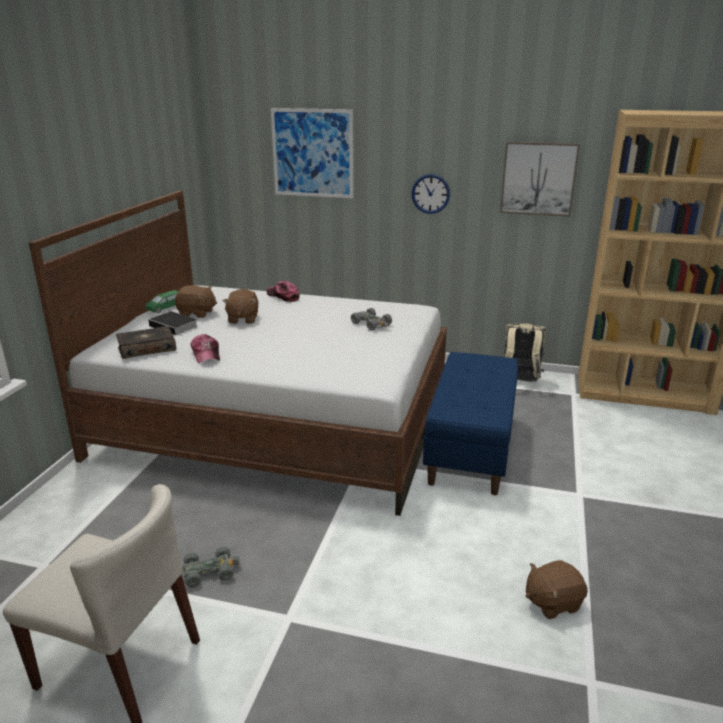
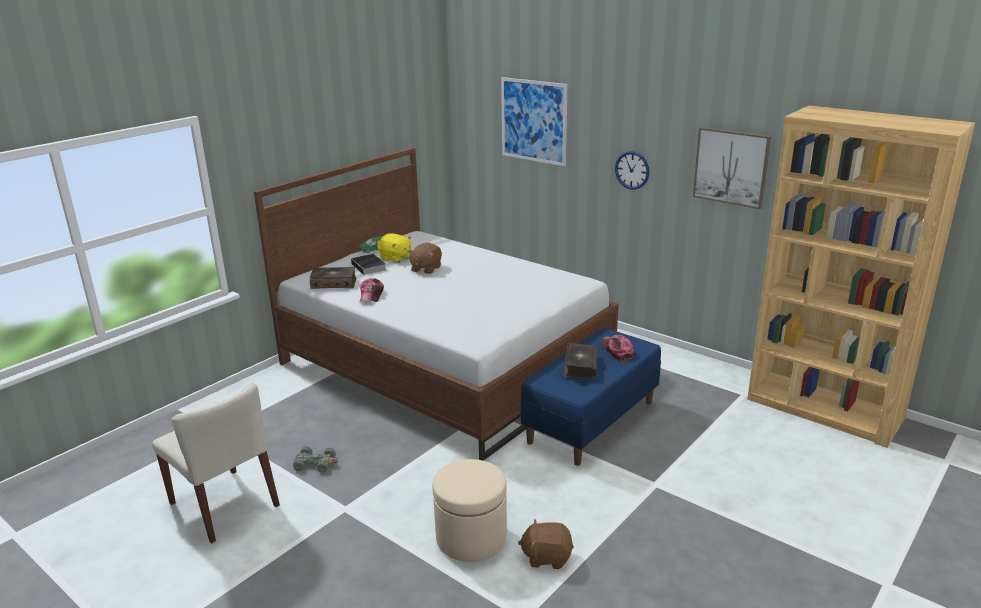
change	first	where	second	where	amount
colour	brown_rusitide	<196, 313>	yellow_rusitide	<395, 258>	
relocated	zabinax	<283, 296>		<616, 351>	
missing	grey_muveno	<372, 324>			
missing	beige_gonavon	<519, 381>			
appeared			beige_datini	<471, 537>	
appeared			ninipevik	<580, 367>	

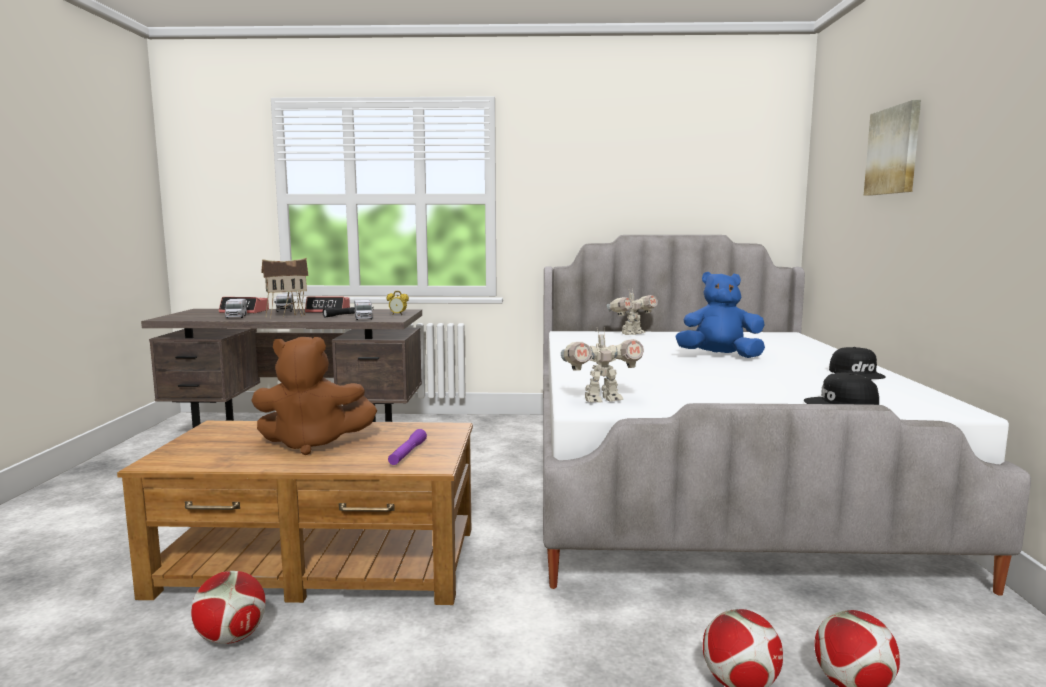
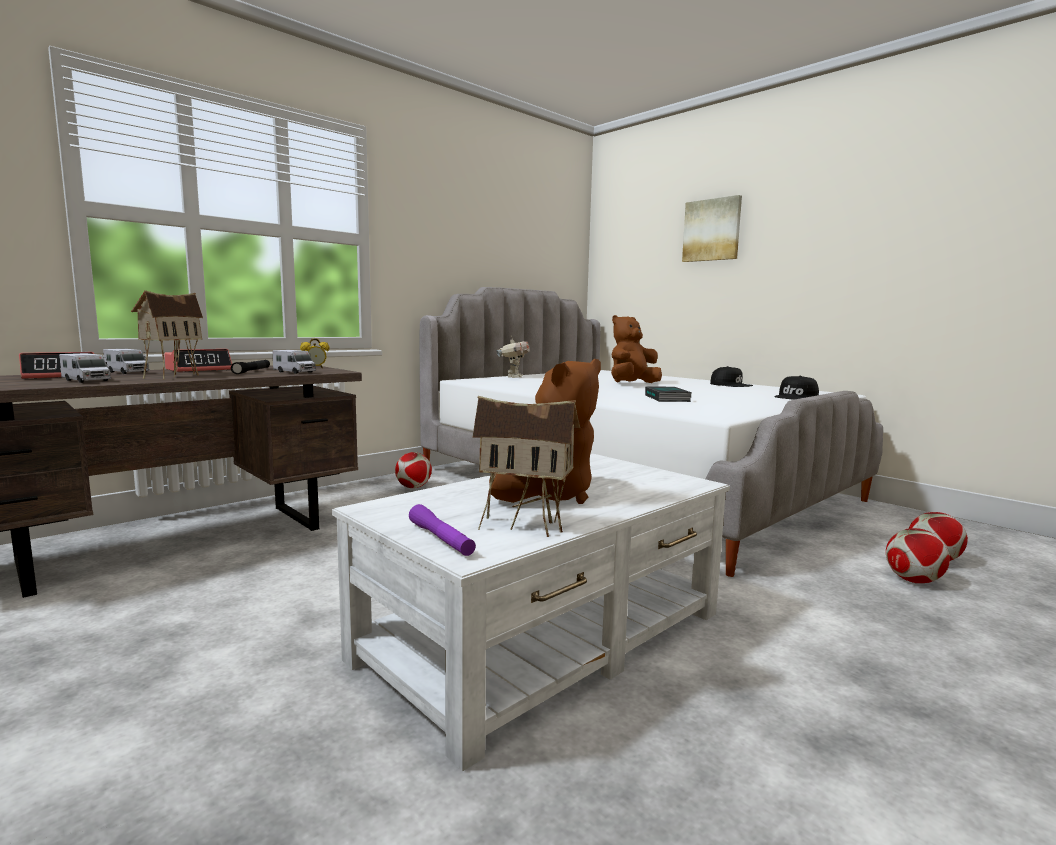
change	first	where	second	where	amount
colour	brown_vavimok	<321, 561>	white_vavimok	<547, 635>	
relocated	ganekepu	<231, 638>		<413, 487>	
relocated	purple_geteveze	<407, 453>		<441, 539>	
missing	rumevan	<601, 400>			
colour	blue_rusitide	<719, 356>	brown_rusitide	<632, 384>	
appeared			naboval	<525, 525>	
appeared			ninipevik	<668, 398>	

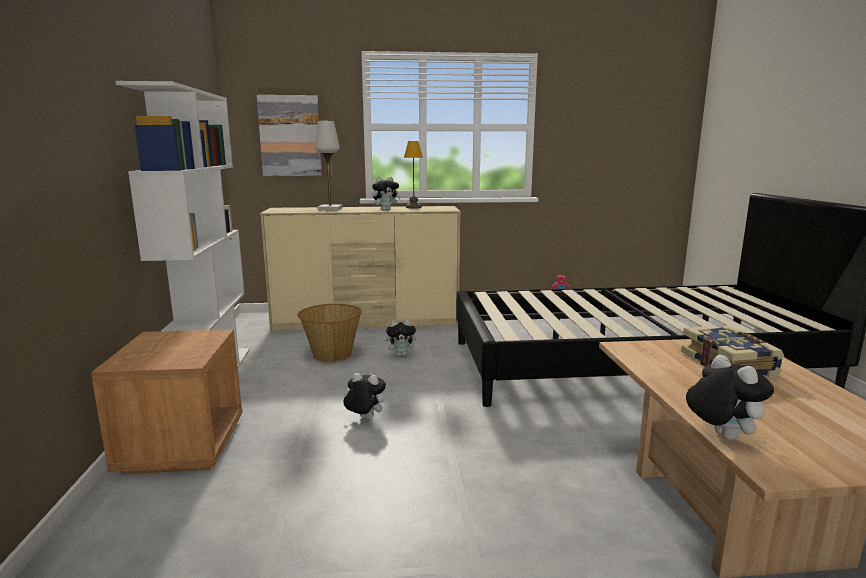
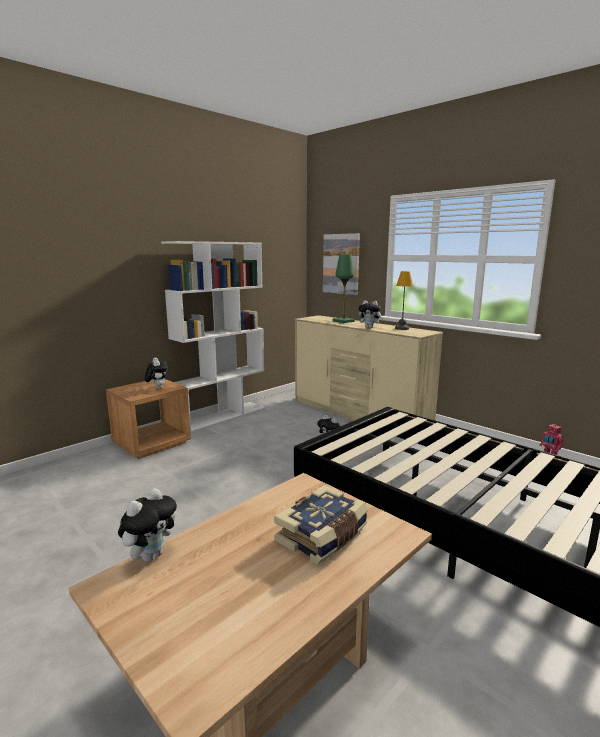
change	first	where	second	where	amount
missing	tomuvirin	<331, 354>			
colour	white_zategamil	<330, 209>	green_zategamil	<343, 321>	
relocated	rusitide	<364, 418>		<157, 388>	

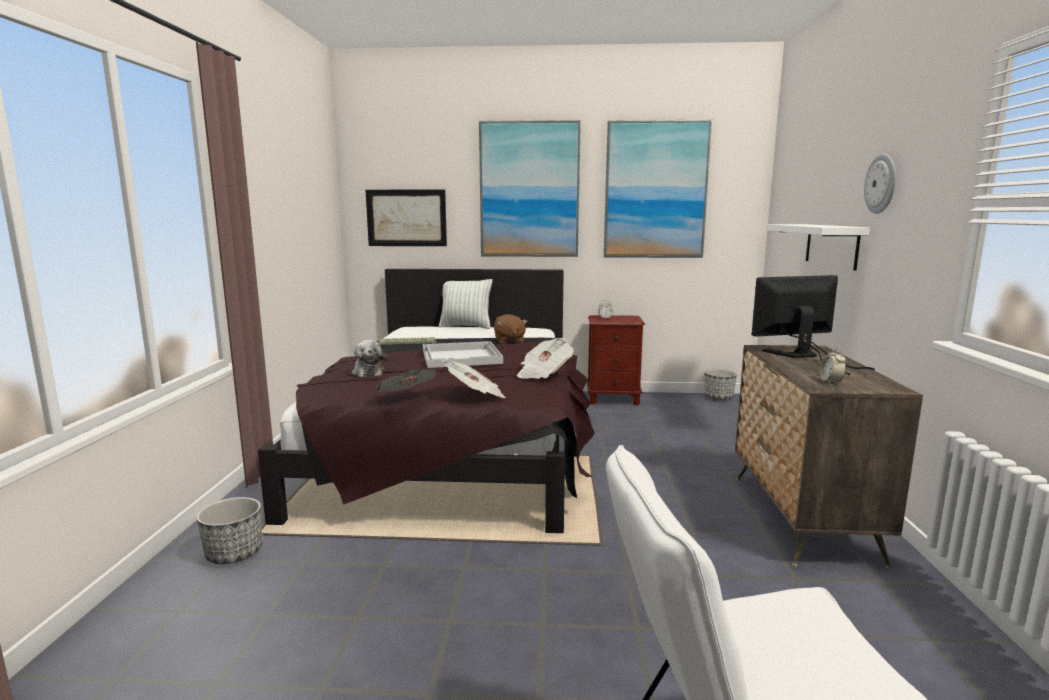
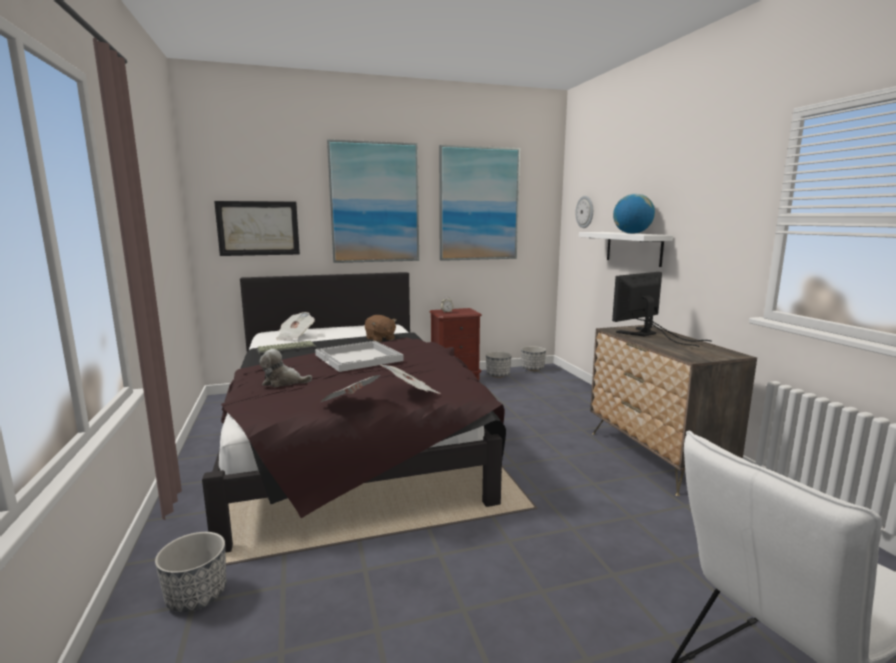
change	first	where	second	where	amount
spun	rusitide	<368, 372>		<283, 382>	135 degrees clockwise
missing	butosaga	<466, 326>			
relocated	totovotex	<543, 374>		<295, 336>	
missing	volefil	<830, 382>			
relocated	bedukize	<881, 184>		<585, 212>	
appeared			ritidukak	<498, 375>	
appeared			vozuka	<632, 233>	

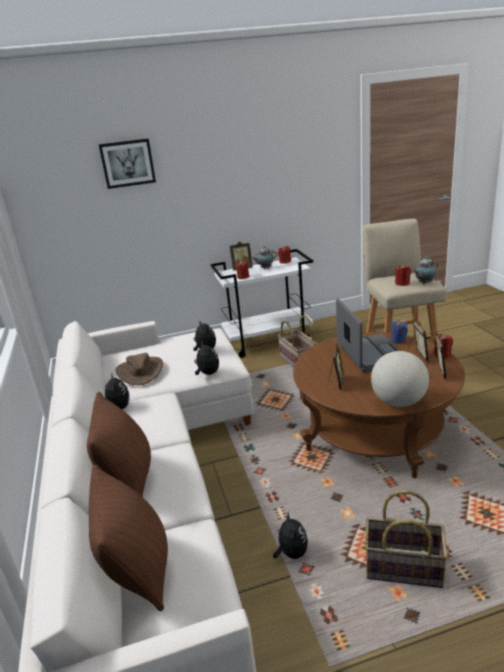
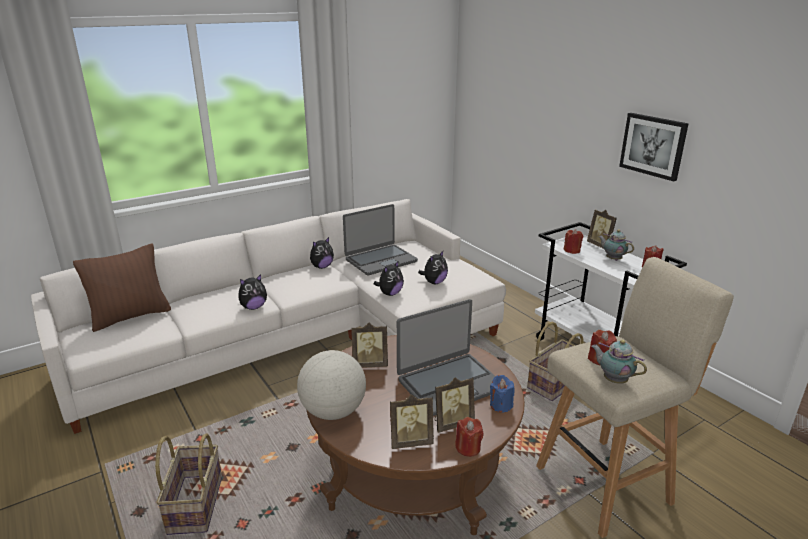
change	first	where	second	where	amount
missing	brown_butosaga	<128, 479>			
relocated	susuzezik	<127, 163>		<653, 145>	
exchanged	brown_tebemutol	<140, 371>	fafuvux	<380, 260>	
relocated	rusitide	<291, 553>		<253, 307>	

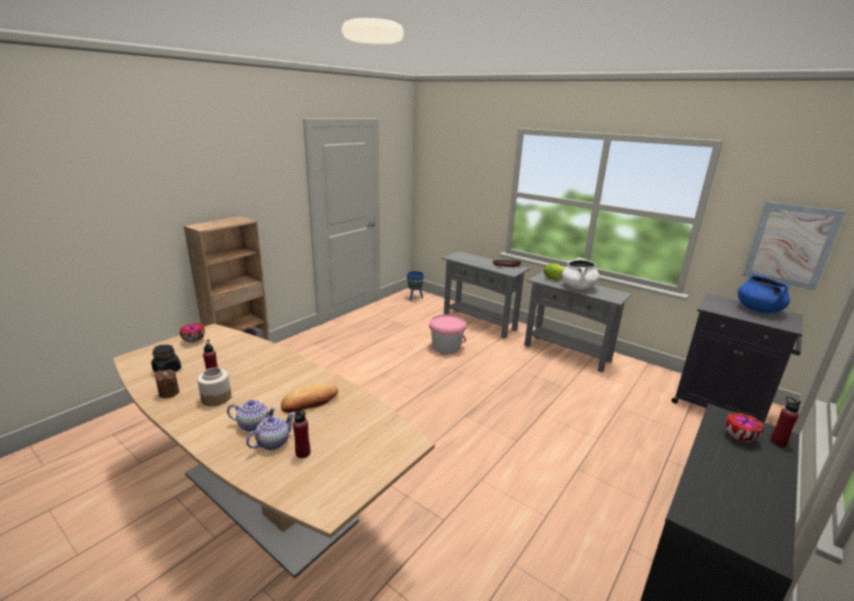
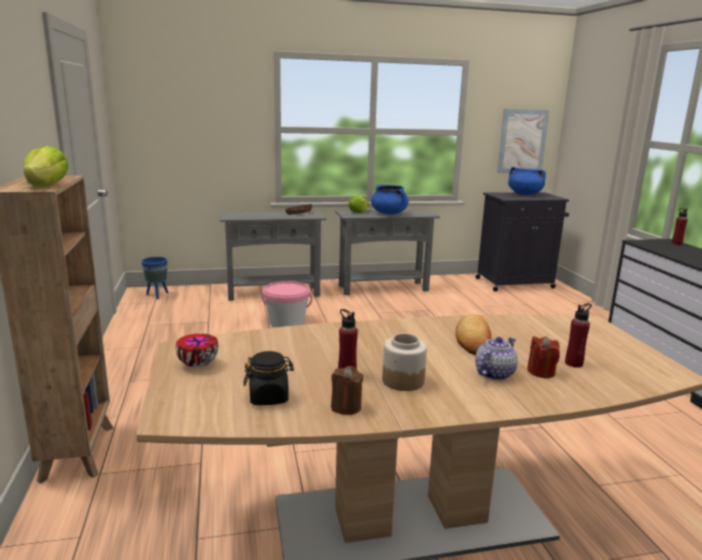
change	first	where	second	where	amount
exchanged	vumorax	<273, 442>	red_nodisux	<541, 372>	
colour	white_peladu	<578, 287>	blue_peladu	<389, 213>	
missing	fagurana	<738, 437>			
appeared			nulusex	<47, 185>	

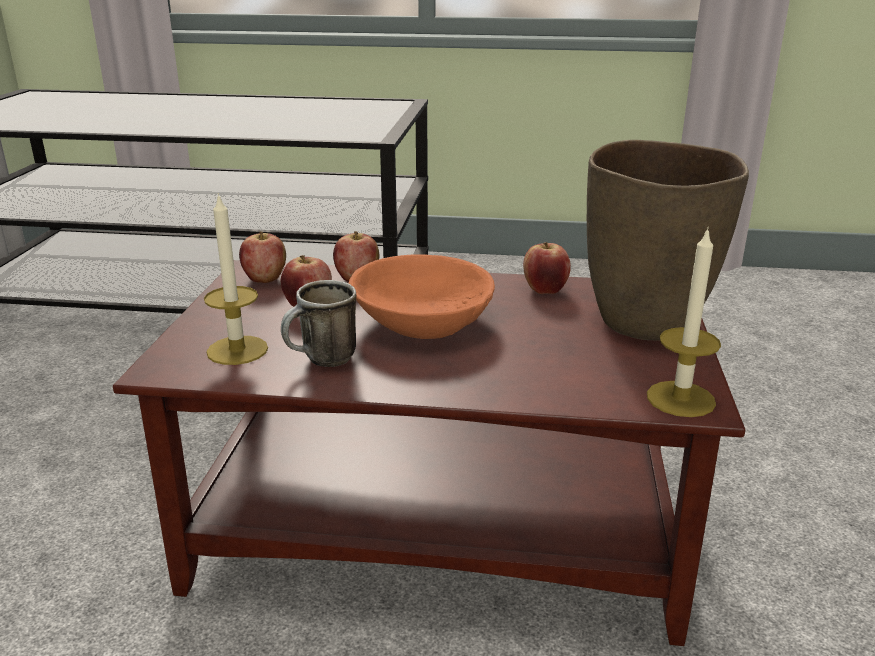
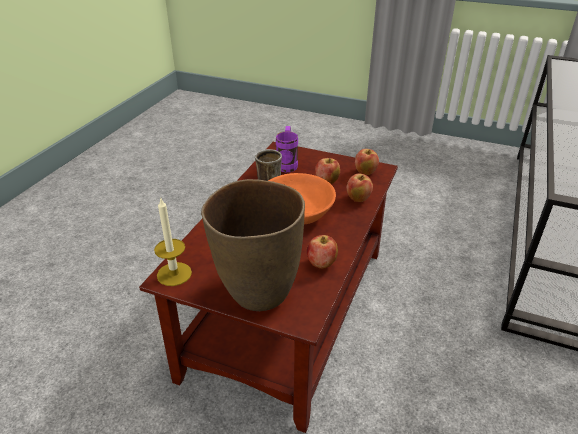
change	first	where	second	where	amount
exchanged	nodisux	<237, 350>	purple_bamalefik	<287, 163>	

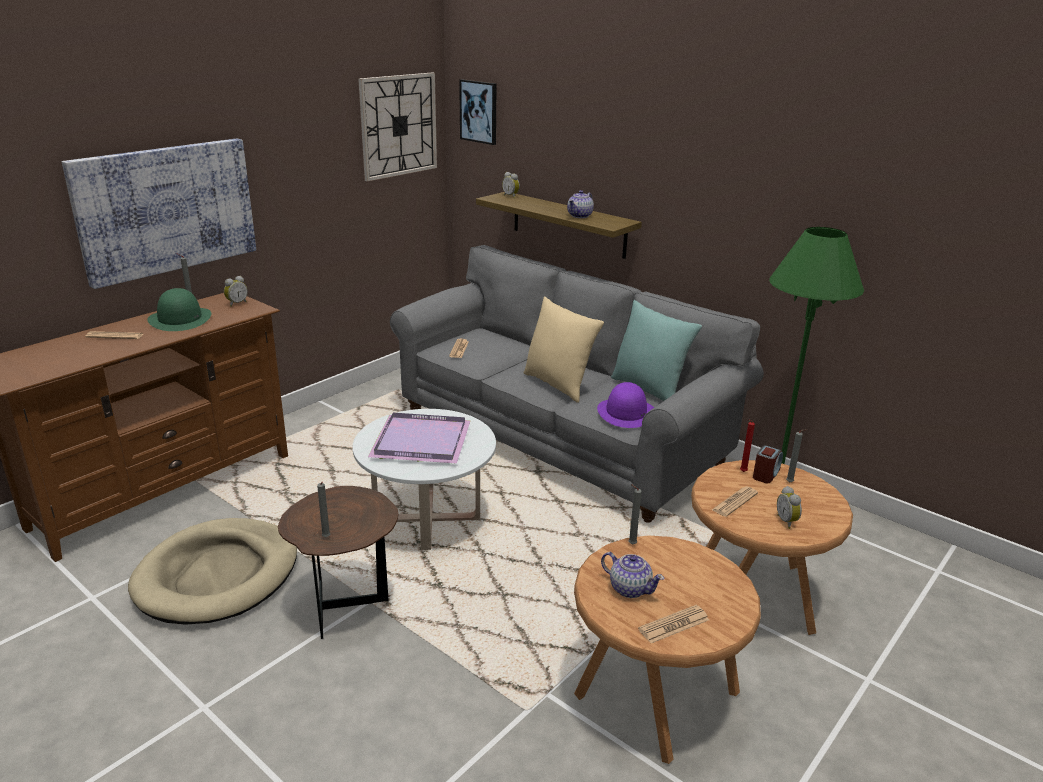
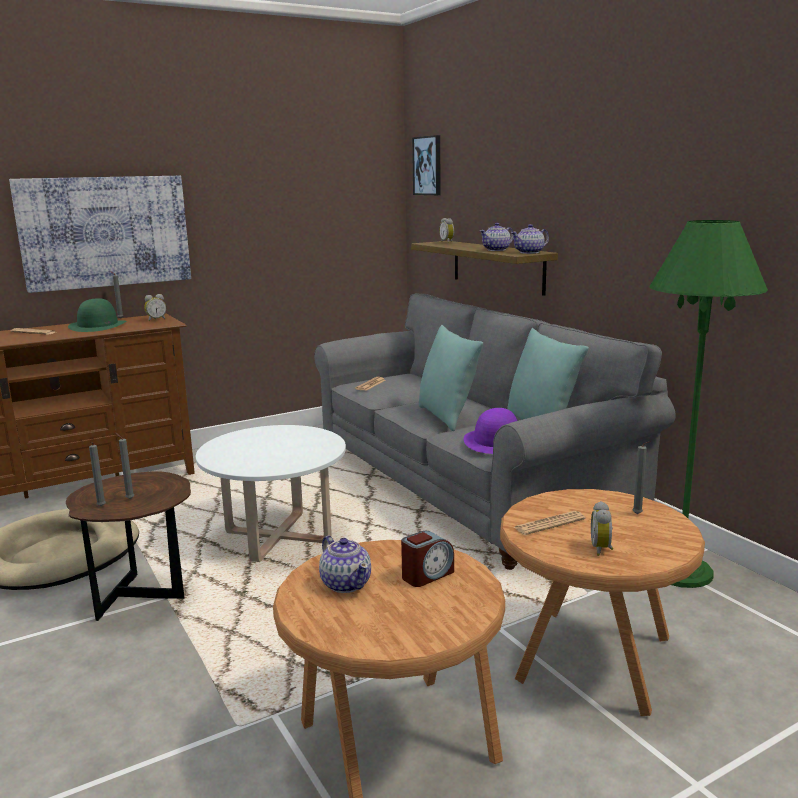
change	first	where	second	where	amount
missing	bedukize	<398, 125>			
missing	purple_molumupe	<423, 440>			
colour	beige_butosaga	<559, 384>	turquoise_butosaga	<447, 417>	
relocated	grey_nodisux	<630, 544>		<129, 499>	
missing	totovotex	<673, 625>			
missing	red_nodisux	<742, 472>			
relocated	volefil	<766, 474>		<427, 575>	
appeared			vumorax	<530, 252>	

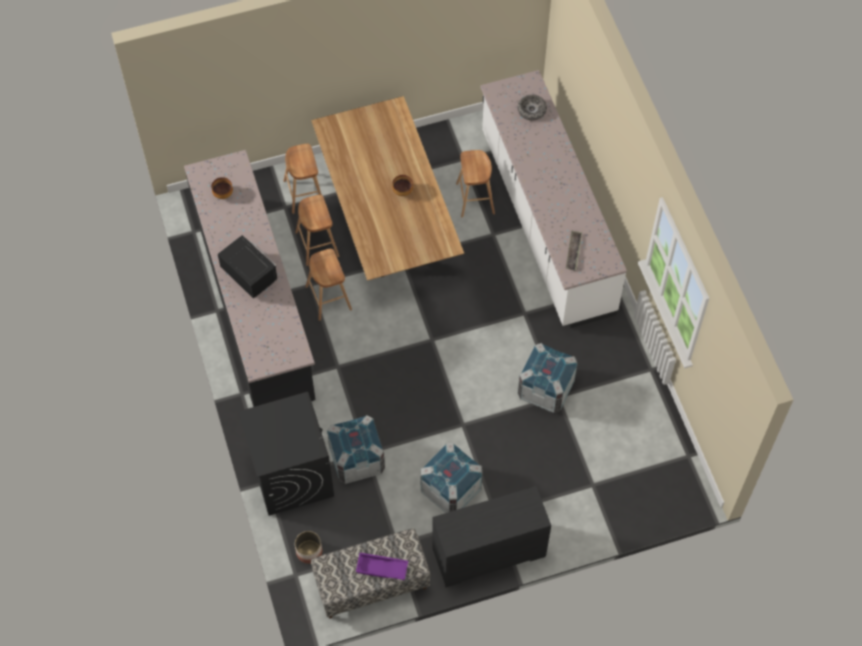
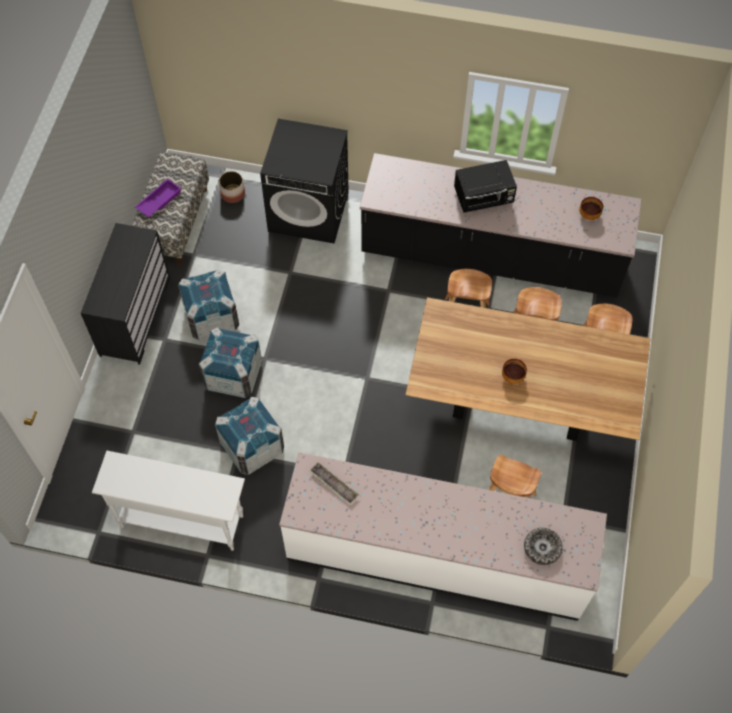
change	first	where	second	where	amount
relocated	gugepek	<357, 459>		<234, 375>	
appeared			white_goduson	<181, 520>	

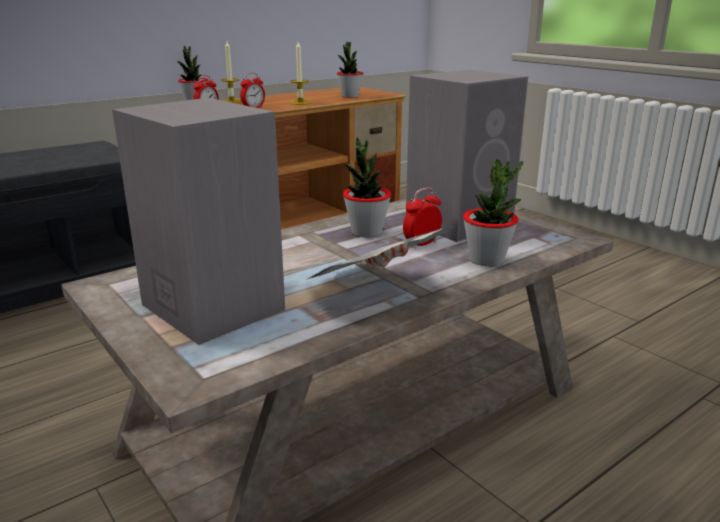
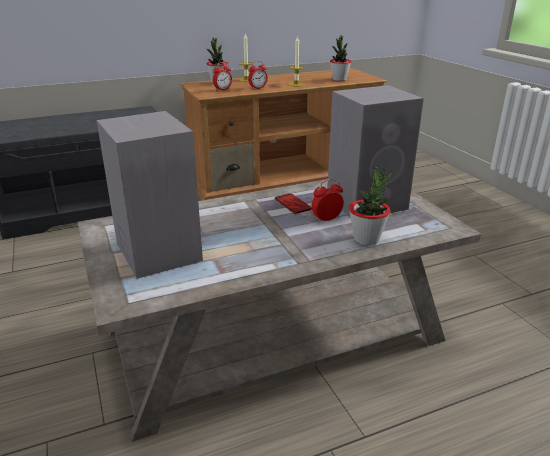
change	first	where	second	where	amount
missing	totovotex	<377, 290>			
exchanged	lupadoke	<366, 232>	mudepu	<292, 204>	

